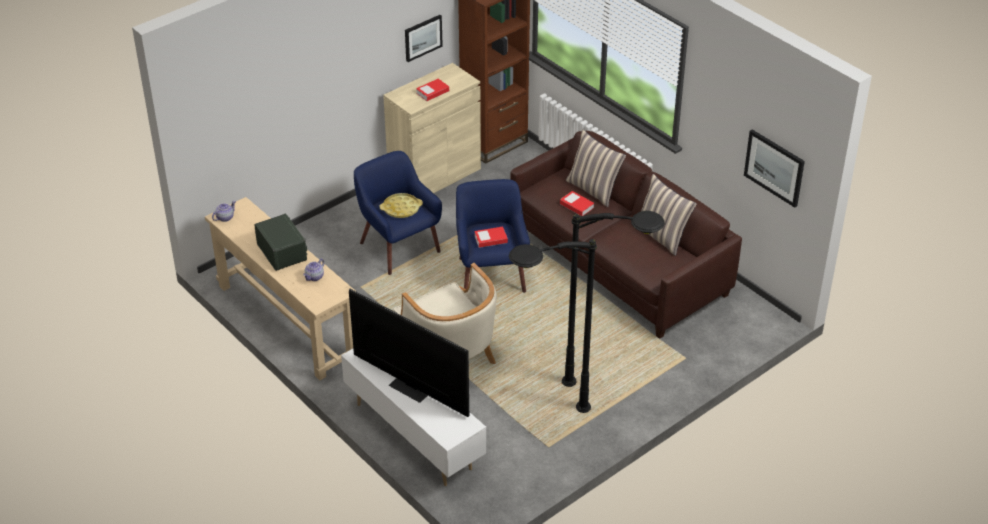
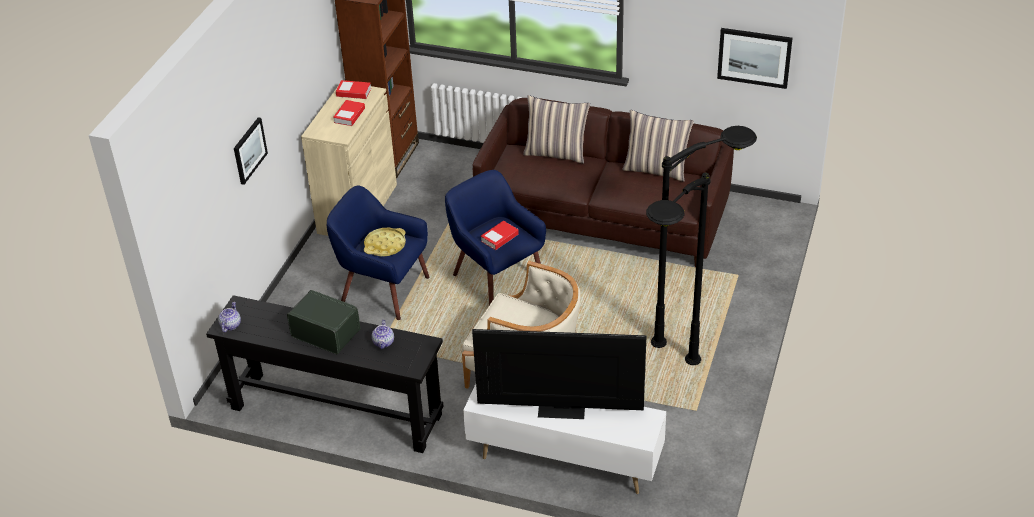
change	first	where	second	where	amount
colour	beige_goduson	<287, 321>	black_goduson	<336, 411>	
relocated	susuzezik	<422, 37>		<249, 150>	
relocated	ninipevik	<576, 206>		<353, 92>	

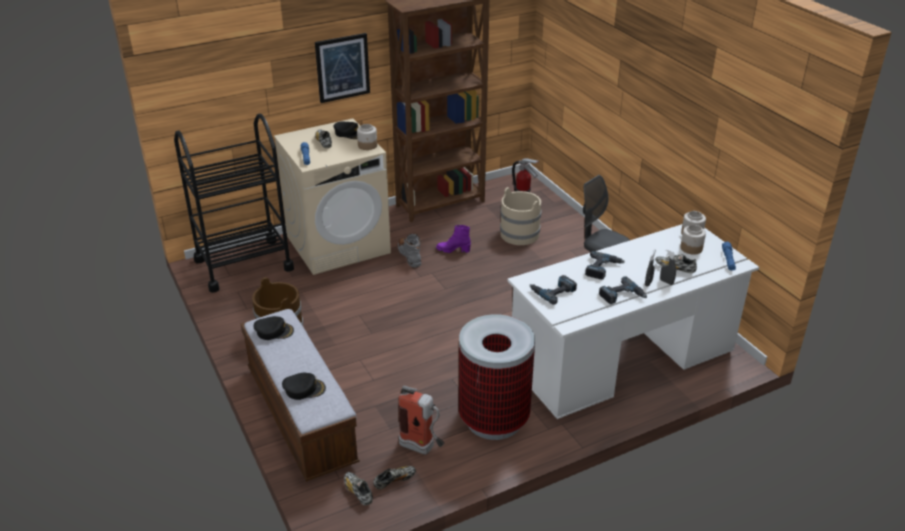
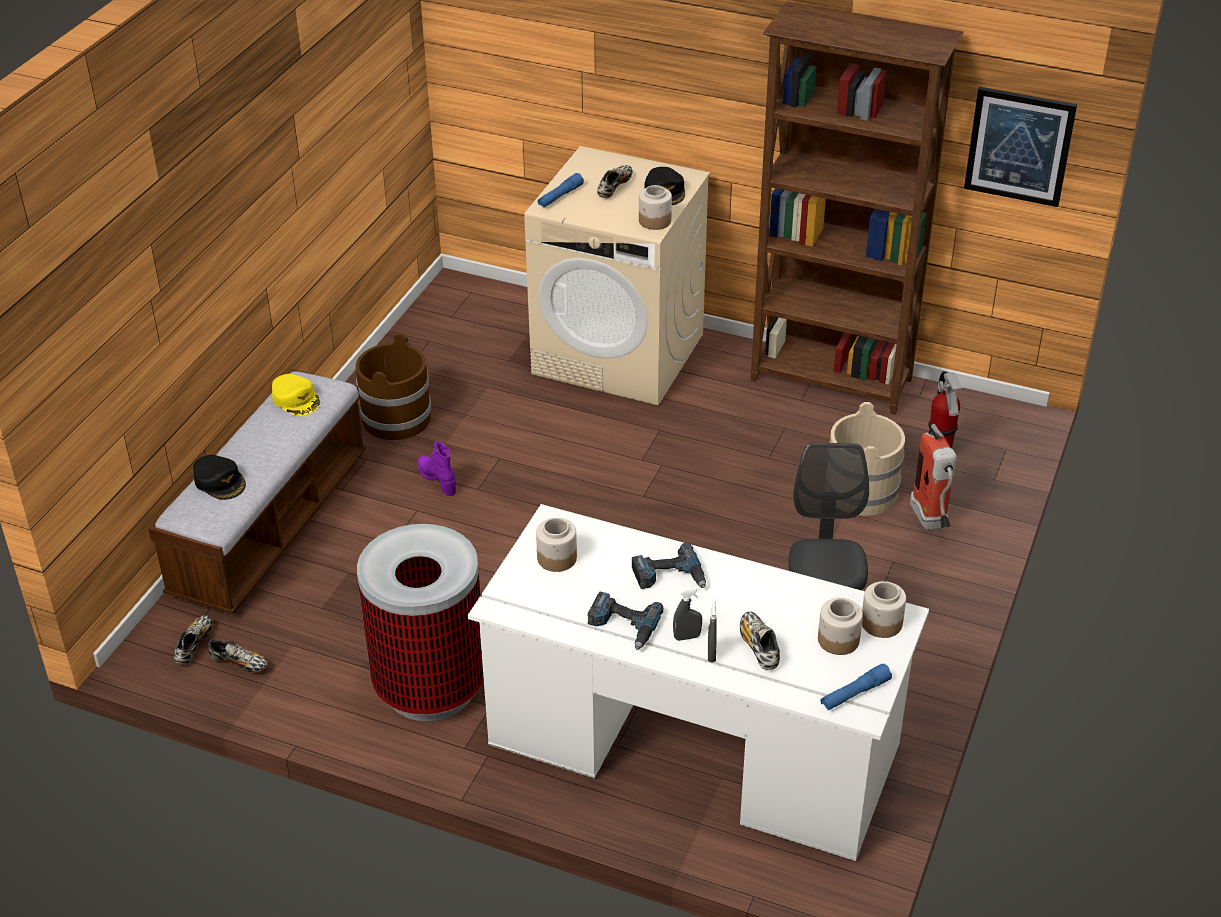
change	first	where	second	where	amount
missing	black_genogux	<244, 264>			
colour	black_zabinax	<274, 331>	yellow_zabinax	<296, 399>	
relocated	susuzezik	<342, 67>		<1019, 146>	
missing	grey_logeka	<410, 256>			
relocated	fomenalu	<422, 448>		<931, 523>	
relocated	purple_logeka	<453, 250>		<438, 479>	
exchanged	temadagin	<553, 291>	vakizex	<557, 558>	

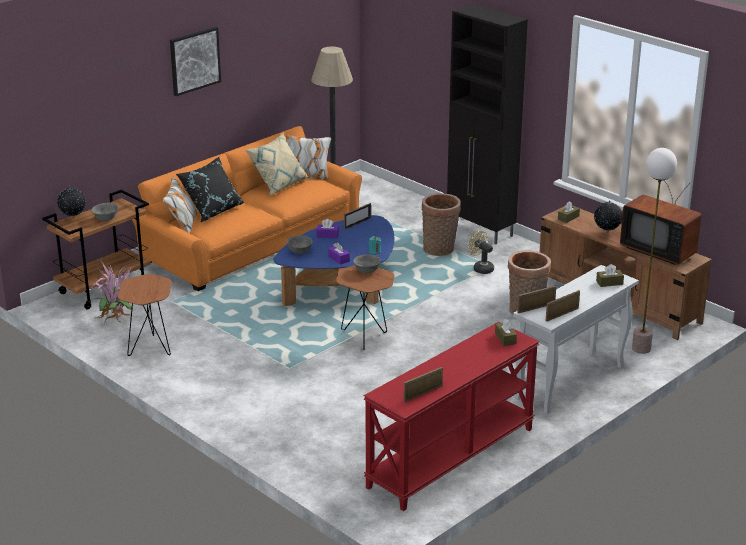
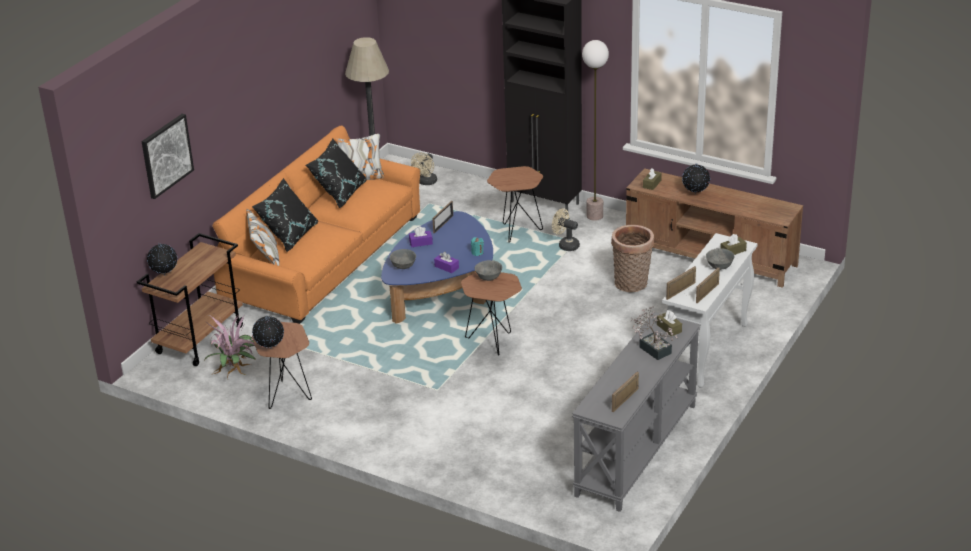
change	first	where	second	where	amount
relocated	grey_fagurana	<105, 218>		<719, 266>	
relocated	susuzezik	<194, 60>		<166, 155>	
colour	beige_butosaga	<278, 185>	black_butosaga	<339, 193>	
colour	red_goduson	<451, 458>	grey_goduson	<637, 450>	
exchanged	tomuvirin	<440, 250>	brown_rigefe	<516, 232>	
missing	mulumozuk	<659, 250>			
relocated	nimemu	<641, 348>		<595, 216>	
appeared			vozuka	<270, 348>	
appeared			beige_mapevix	<426, 182>	
appeared			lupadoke	<653, 348>	

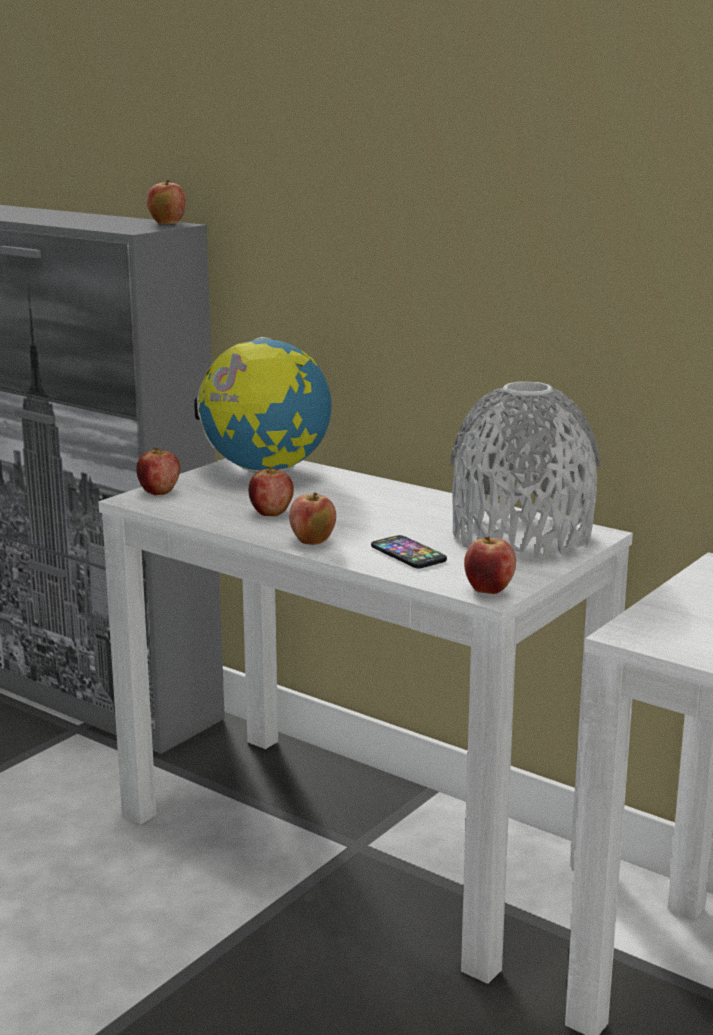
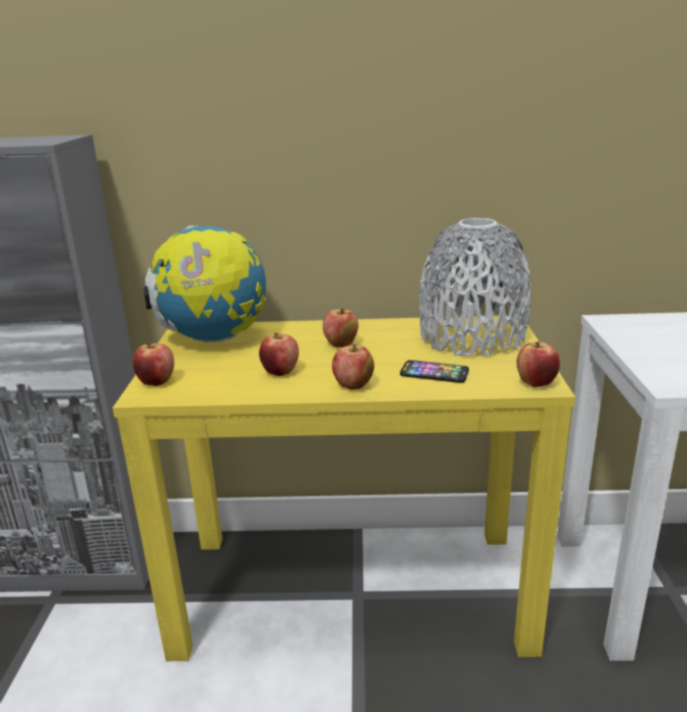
change	first	where	second	where	amount
colour	white_goduson	<358, 840>	yellow_goduson	<354, 590>	
relocated	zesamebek	<167, 223>		<341, 345>	

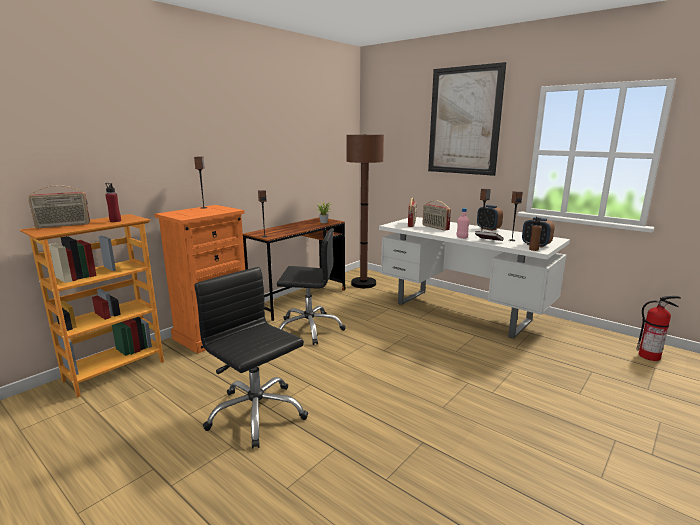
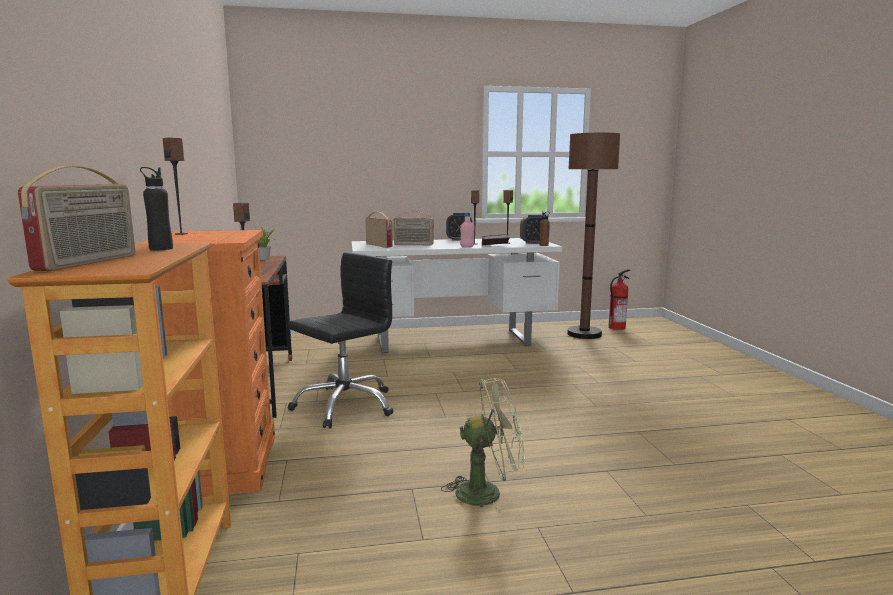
change	first	where	second	where	amount
colour	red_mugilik	<115, 221>	black_mugilik	<161, 249>	
exchanged	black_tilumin	<256, 413>	green_mapevix	<488, 492>	
relocated	brown_nimemu	<363, 284>		<584, 334>	
missing	susuzezik	<464, 121>			

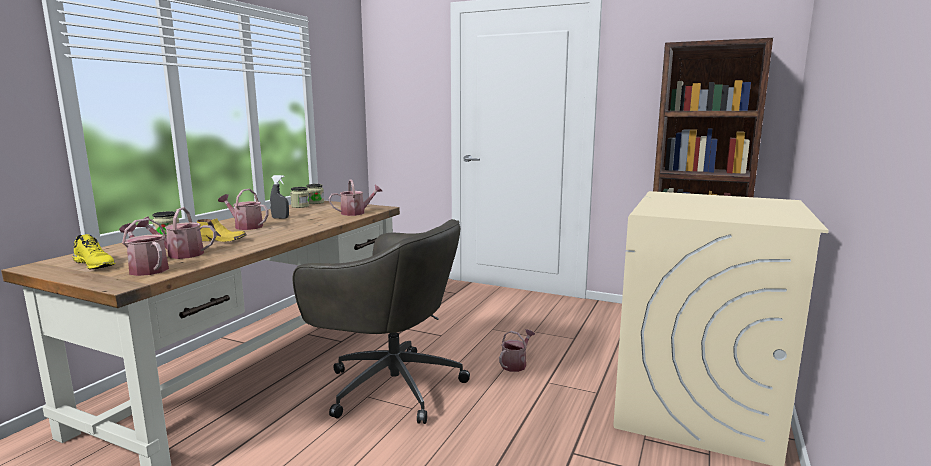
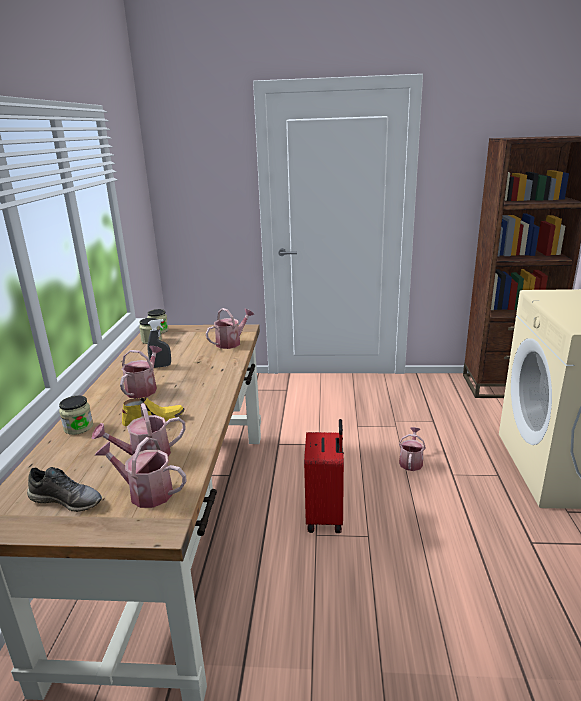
change	first	where	second	where	amount
colour	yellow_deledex	<95, 264>	grey_deledex	<67, 500>	
spun	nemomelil	<245, 226>		<144, 389>	105 degrees clockwise
exchanged	grey_tilumin	<390, 386>	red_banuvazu	<326, 516>	

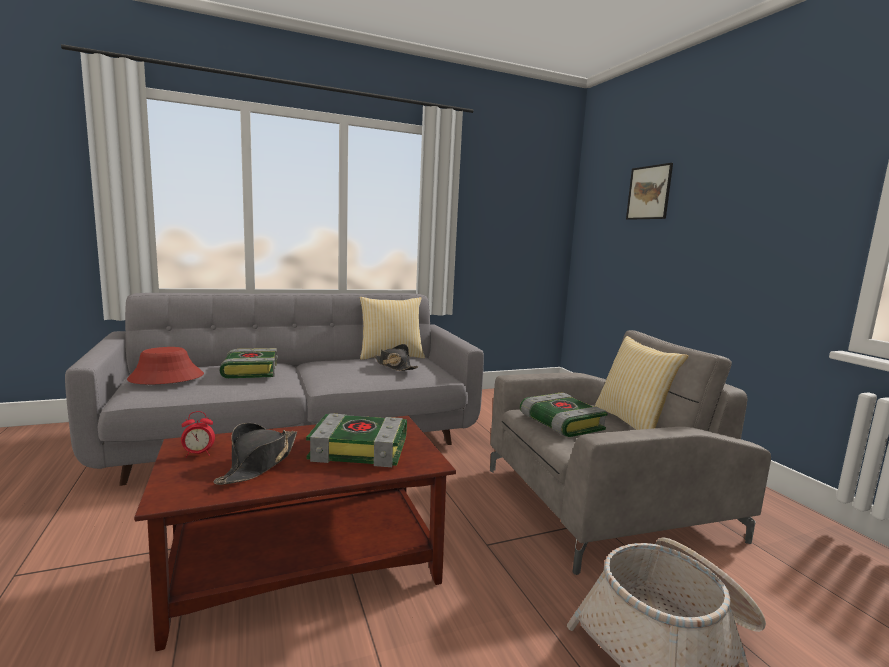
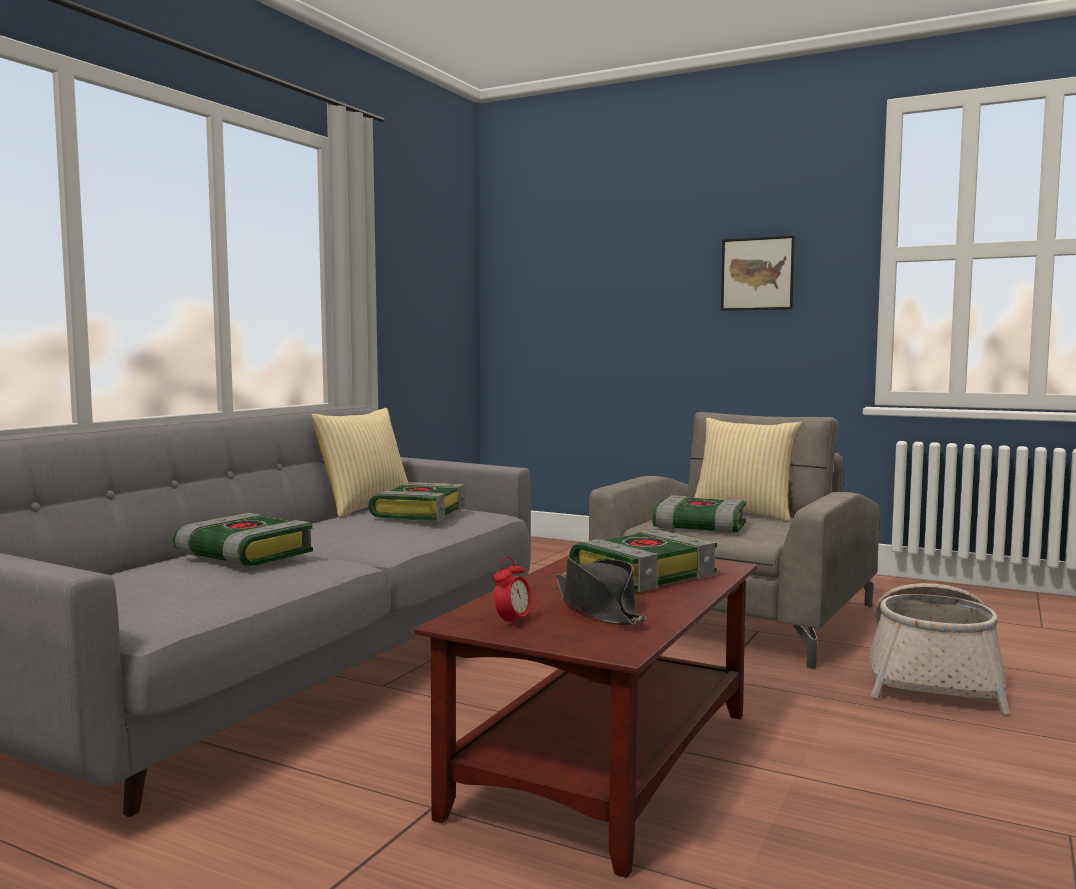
change	first	where	second	where	amount
missing	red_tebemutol	<166, 378>			
exchanged	black_tebemutol	<394, 366>	ninipevik	<418, 513>	
relocated	susuzezik	<649, 192>		<757, 274>	

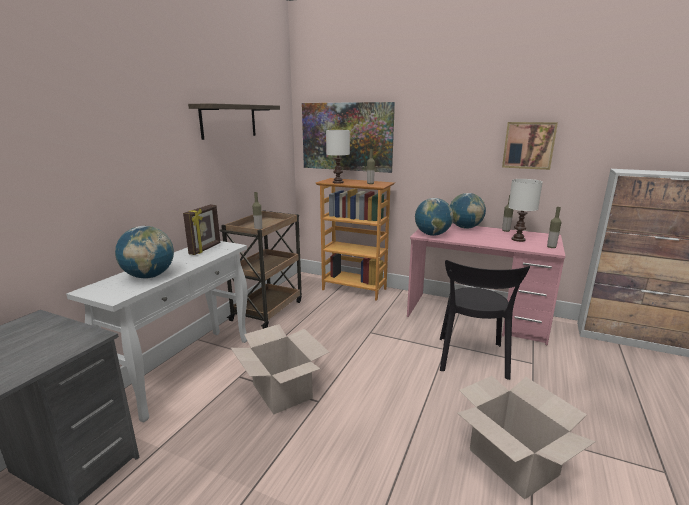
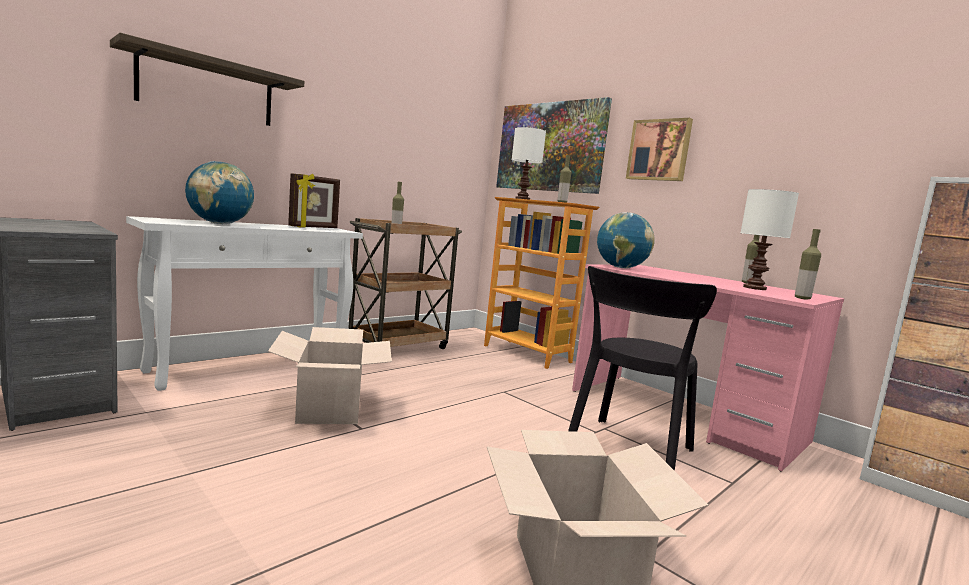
change	first	where	second	where	amount
relocated	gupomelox	<229, 121>		<207, 89>	
missing	vozuka	<465, 228>			
relocated	susuzezik	<528, 145>		<659, 150>	

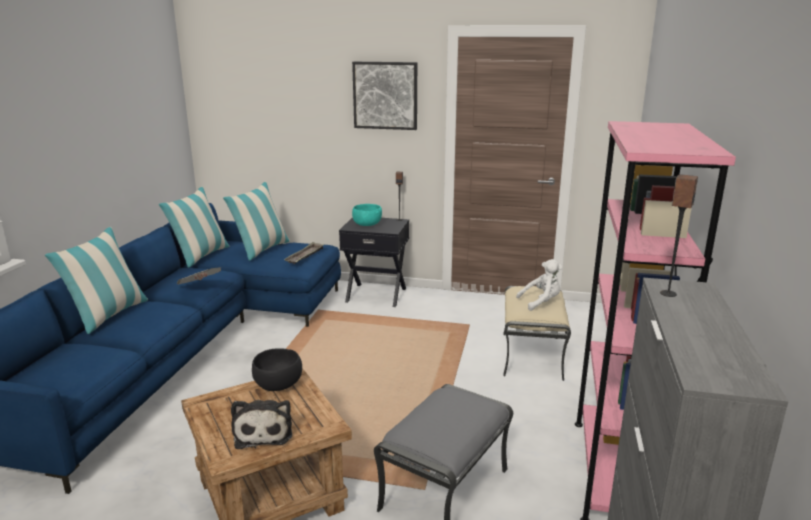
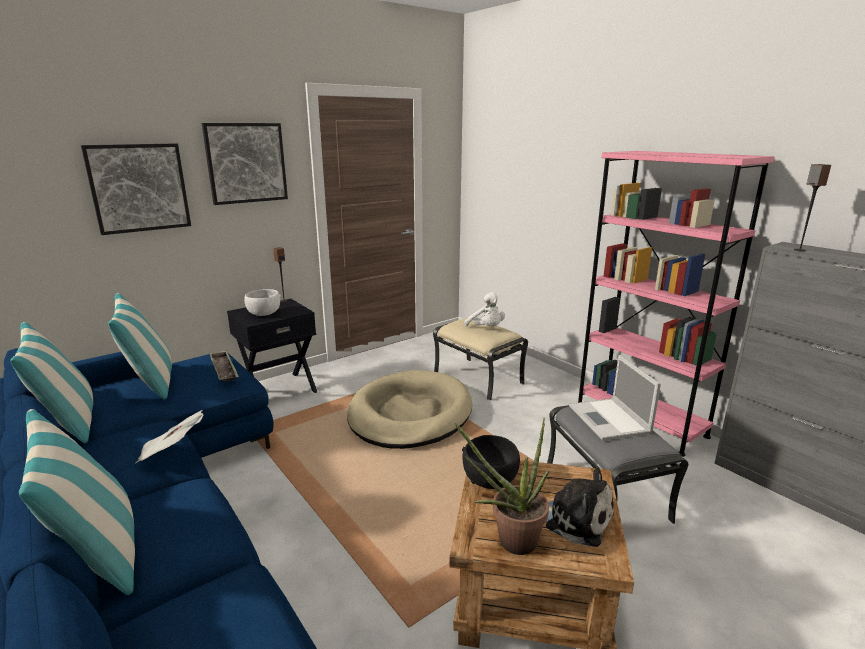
change	first	where	second	where	amount
colour	turquoise_fagurana	<367, 225>	white_fagurana	<264, 314>	
spun	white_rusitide	<541, 302>		<486, 328>	120 degrees clockwise
appeared			susuzezik	<139, 188>	
appeared			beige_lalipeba	<410, 414>	
appeared			lupadoke	<509, 541>	
appeared			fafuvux	<610, 420>	

